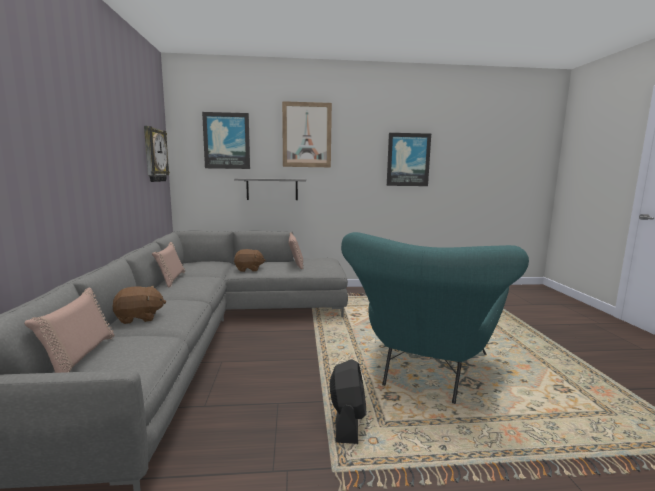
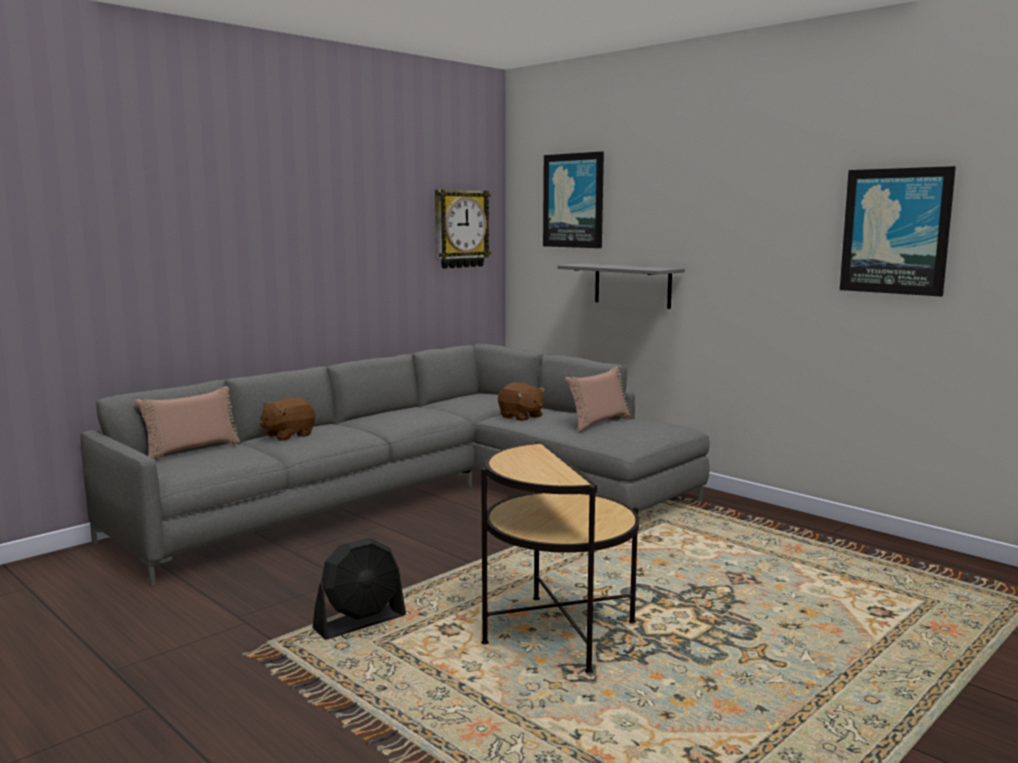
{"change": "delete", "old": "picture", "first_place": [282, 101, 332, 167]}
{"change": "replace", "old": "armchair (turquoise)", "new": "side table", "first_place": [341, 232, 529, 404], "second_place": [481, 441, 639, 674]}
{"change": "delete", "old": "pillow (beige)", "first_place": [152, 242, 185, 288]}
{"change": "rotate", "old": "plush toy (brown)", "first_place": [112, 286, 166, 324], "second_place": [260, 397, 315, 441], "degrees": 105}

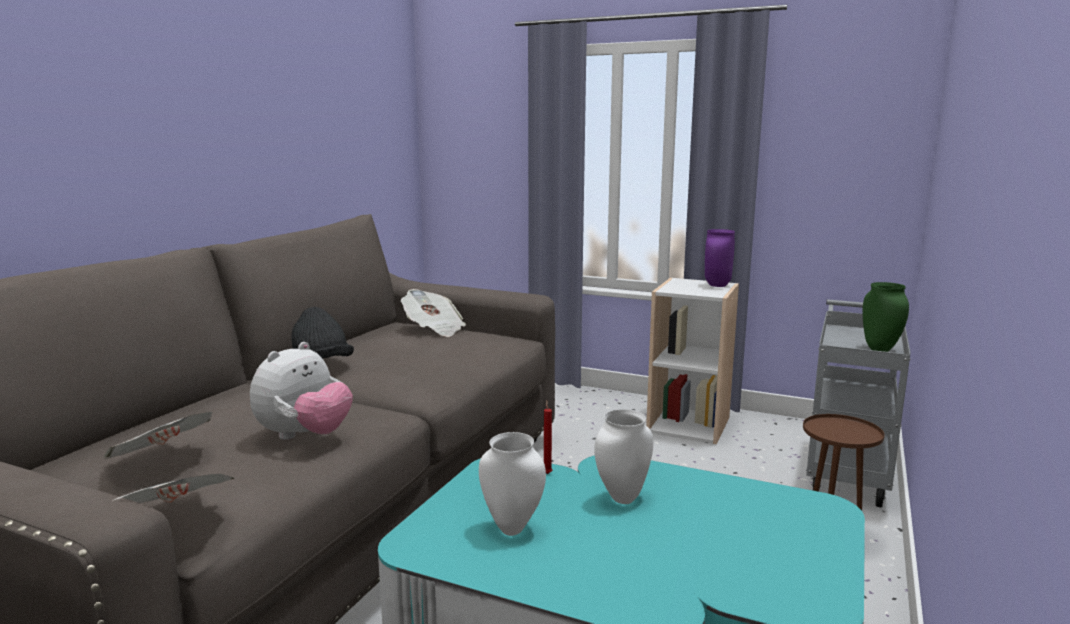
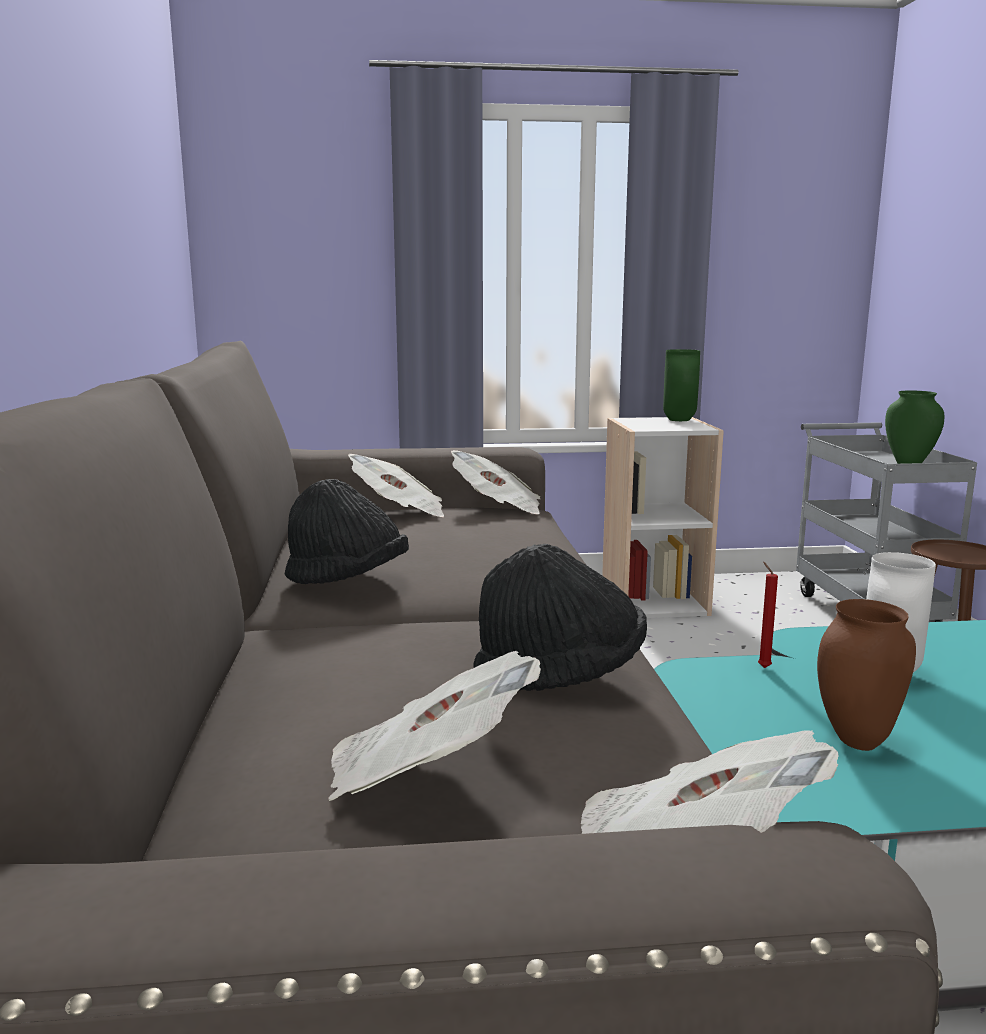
{"change": "recolor", "old": "vase (purple)", "new": "vase (green)", "first_place": [705, 229, 735, 287], "second_place": [663, 349, 700, 421]}
{"change": "replace", "old": "plush toy", "new": "hat (black)", "first_place": [250, 342, 353, 440], "second_place": [473, 544, 647, 691]}
{"change": "recolor", "old": "vase (white)", "new": "vase (brown)", "first_place": [479, 432, 546, 536], "second_place": [817, 599, 916, 751]}
{"change": "insert", "new": "newspaper", "second_place": [451, 450, 540, 515]}

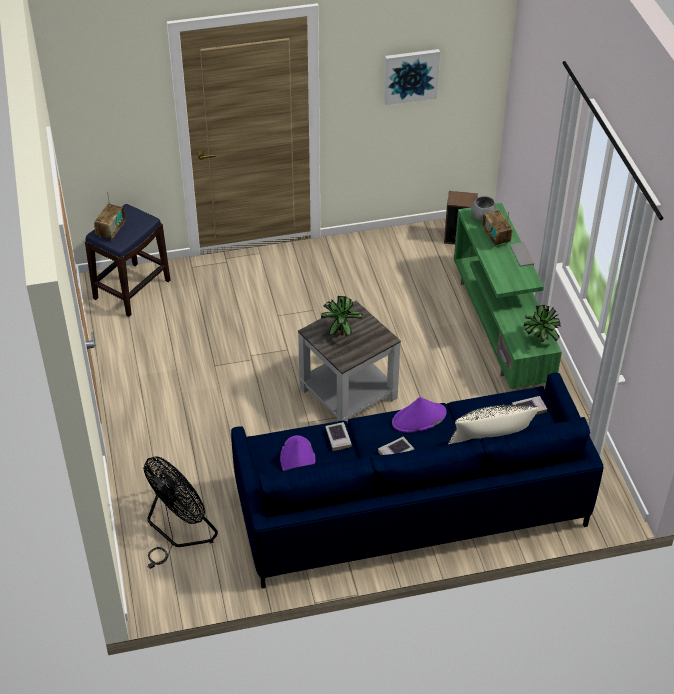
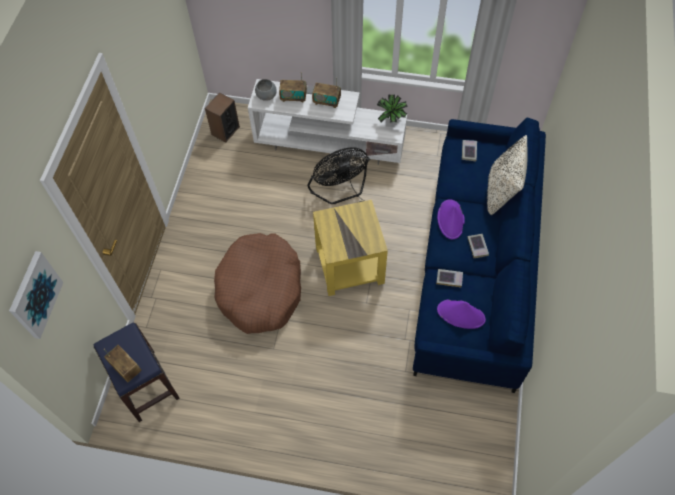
{"change": "move", "old": "picture", "first_place": [384, 49, 440, 105], "second_place": [9, 251, 64, 339]}
{"change": "recolor", "old": "tv stand (green)", "new": "tv stand (white)", "first_place": [454, 203, 562, 389], "second_place": [248, 79, 407, 165]}
{"change": "delete", "old": "potted plant", "first_place": [321, 296, 363, 337]}
{"change": "recolor", "old": "side table (grey)", "new": "side table (yellow)", "first_place": [298, 301, 401, 422], "second_place": [313, 200, 388, 296]}
{"change": "move", "old": "fan (black)", "first_place": [143, 456, 218, 569], "second_place": [307, 147, 370, 204]}
{"change": "insert", "new": "radio", "second_place": [312, 80, 341, 108]}
{"change": "insert", "new": "dog bed (brown)", "second_place": [214, 233, 301, 334]}

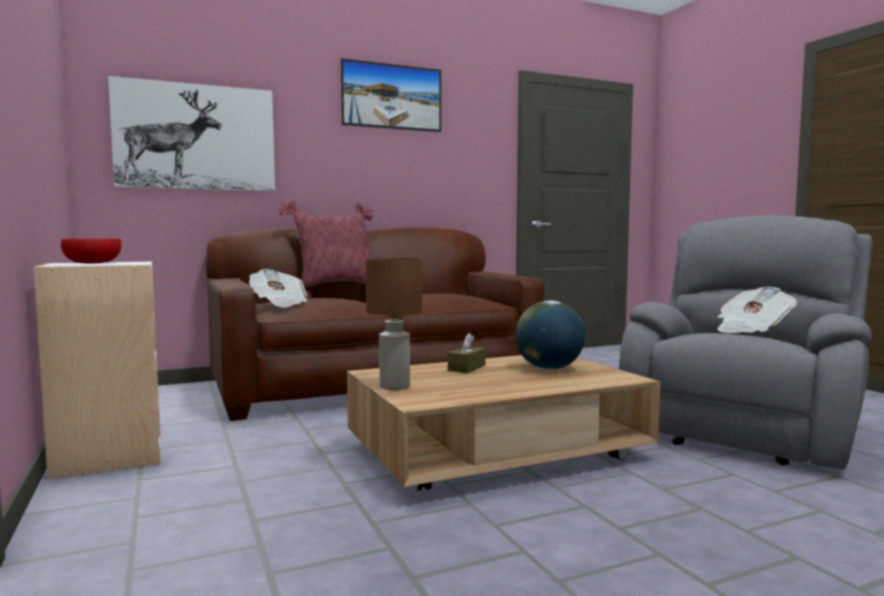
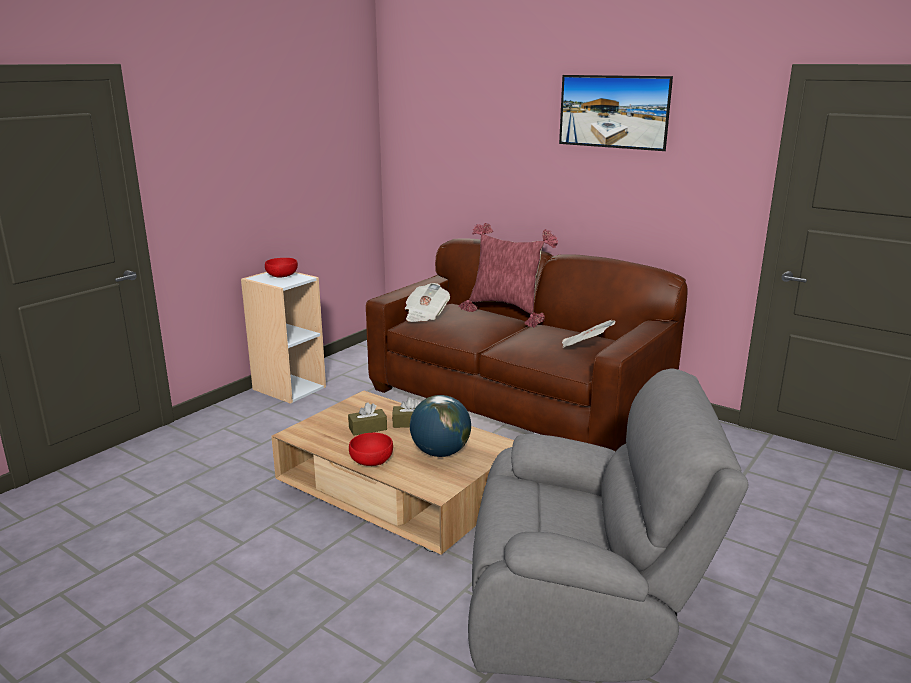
{"change": "delete", "old": "picture", "first_place": [108, 76, 275, 191]}
{"change": "delete", "old": "table lamp (brown)", "first_place": [366, 258, 422, 390]}
{"change": "move", "old": "newspaper", "first_place": [718, 287, 797, 333], "second_place": [562, 320, 616, 348]}
{"change": "insert", "new": "tissue box (brown)", "second_place": [348, 402, 387, 436]}
{"change": "insert", "new": "bowl (red)", "second_place": [349, 433, 393, 466]}

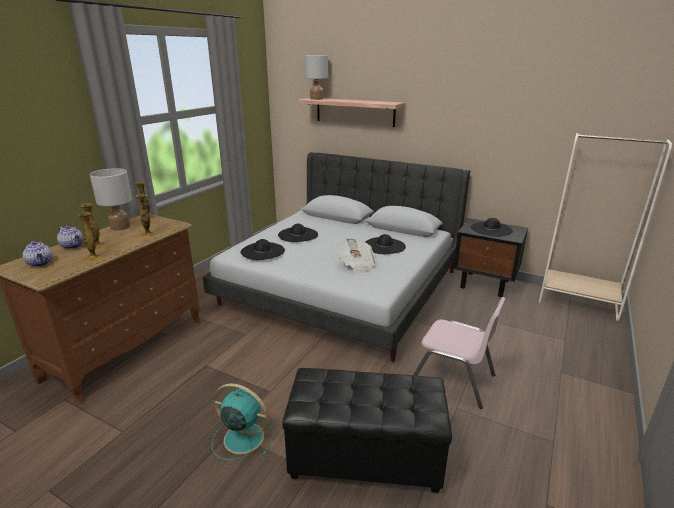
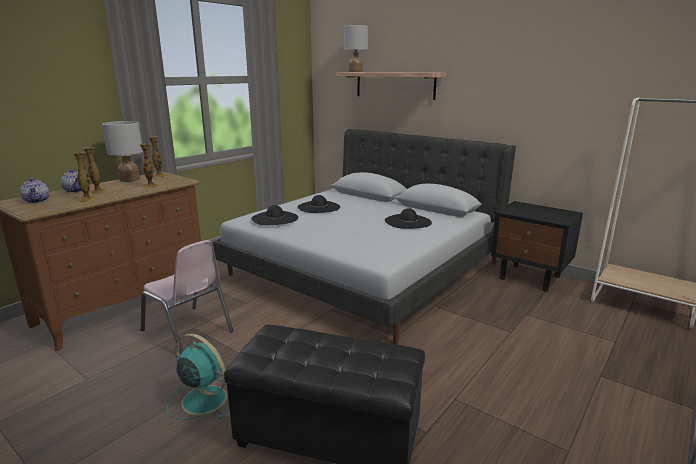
{"change": "delete", "old": "hat (black)", "first_place": [471, 218, 513, 237]}
{"change": "delete", "old": "newspaper", "first_place": [339, 238, 376, 274]}
{"change": "move", "old": "chair (pink)", "first_place": [413, 297, 506, 409], "second_place": [141, 240, 234, 355]}

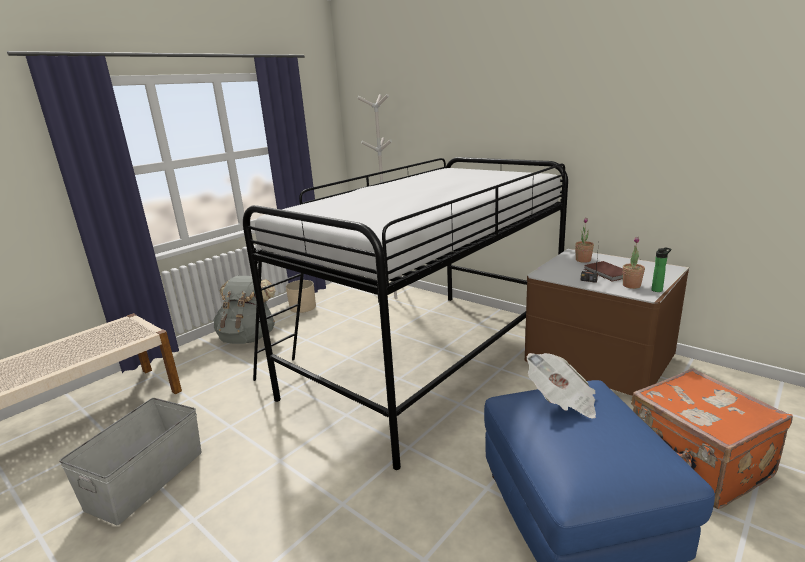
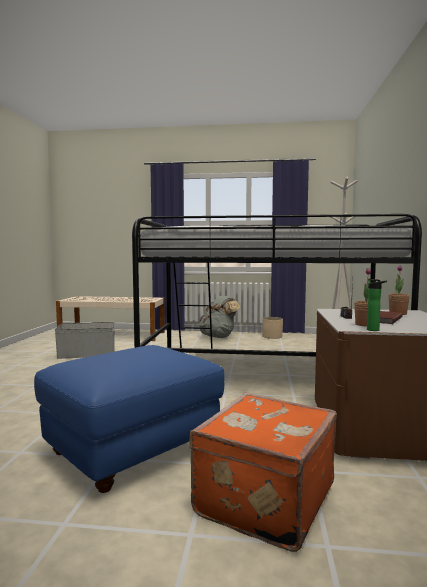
{"change": "delete", "old": "newspaper", "first_place": [527, 353, 596, 419]}

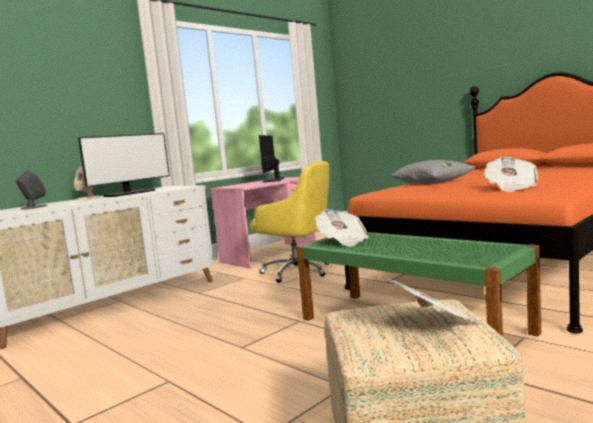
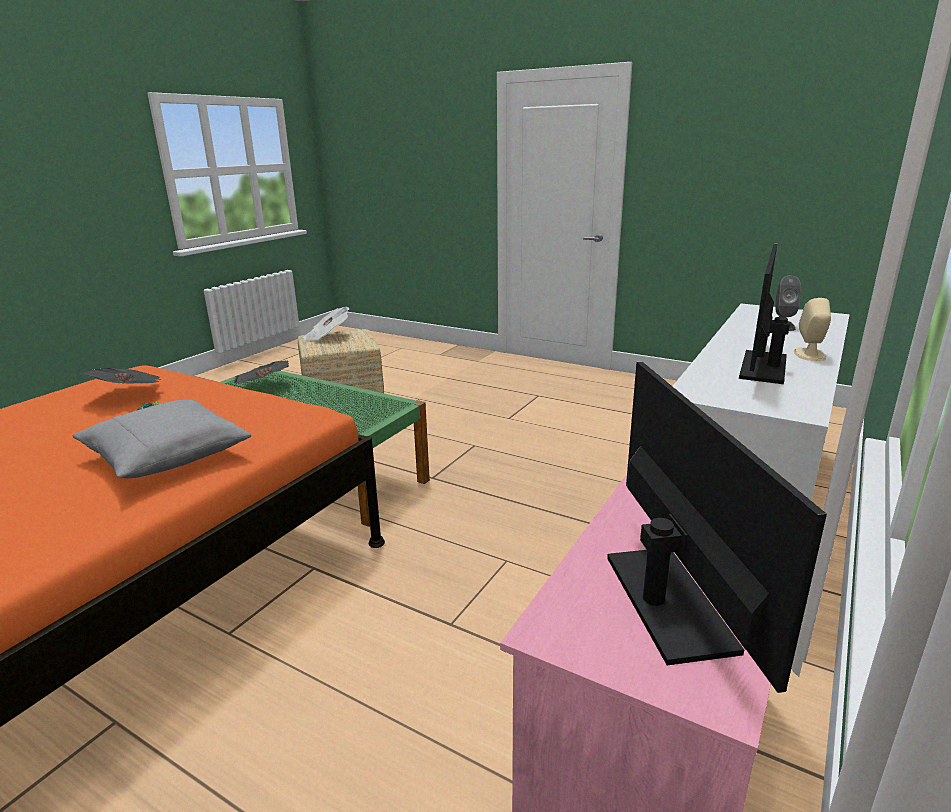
{"change": "delete", "old": "office chair (yellow)", "first_place": [250, 161, 330, 283]}
{"change": "move", "old": "newspaper", "first_place": [315, 209, 369, 247], "second_place": [234, 361, 289, 384]}

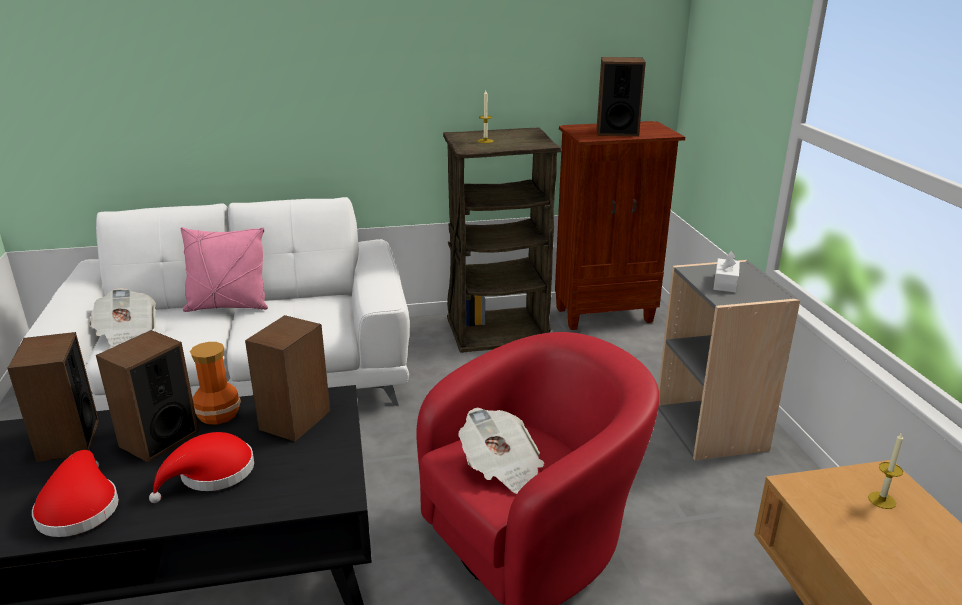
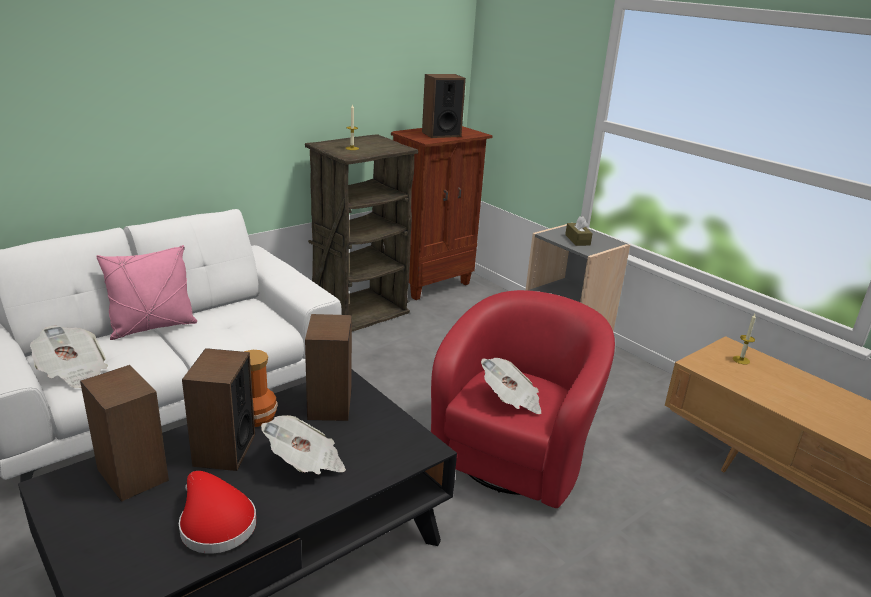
{"change": "recolor", "old": "tissue box (white)", "new": "tissue box (brown)", "first_place": [714, 251, 740, 293], "second_place": [565, 216, 593, 246]}
{"change": "replace", "old": "hat (red)", "new": "newspaper", "first_place": [149, 432, 254, 503], "second_place": [261, 415, 346, 475]}

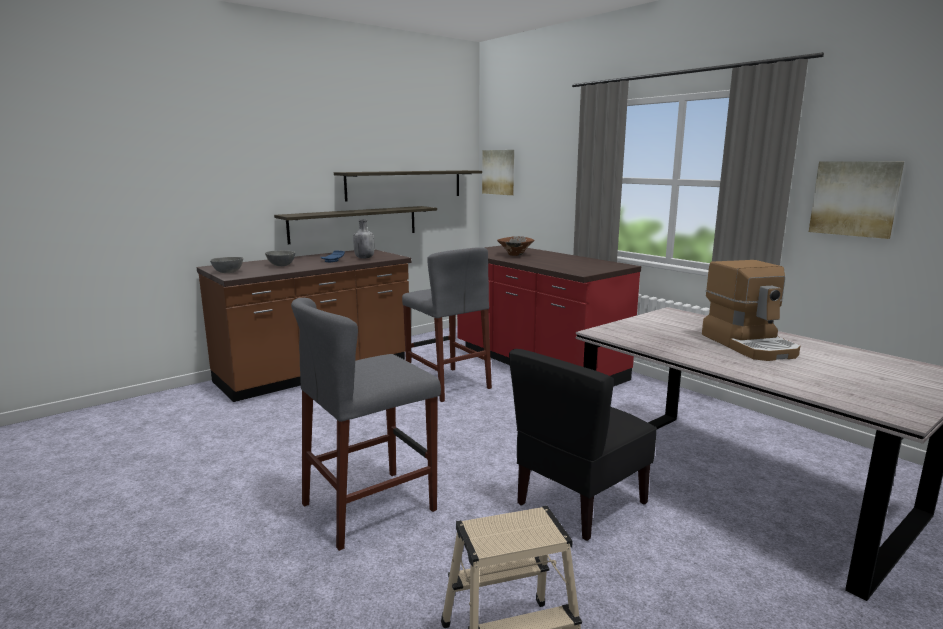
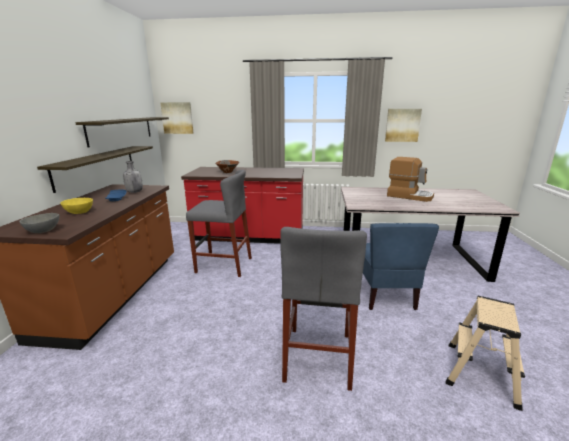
{"change": "recolor", "old": "bowl (grey)", "new": "bowl (yellow)", "first_place": [265, 250, 295, 266], "second_place": [60, 198, 93, 214]}
{"change": "recolor", "old": "chair (black)", "new": "chair (blue)", "first_place": [509, 349, 657, 541], "second_place": [363, 223, 439, 310]}

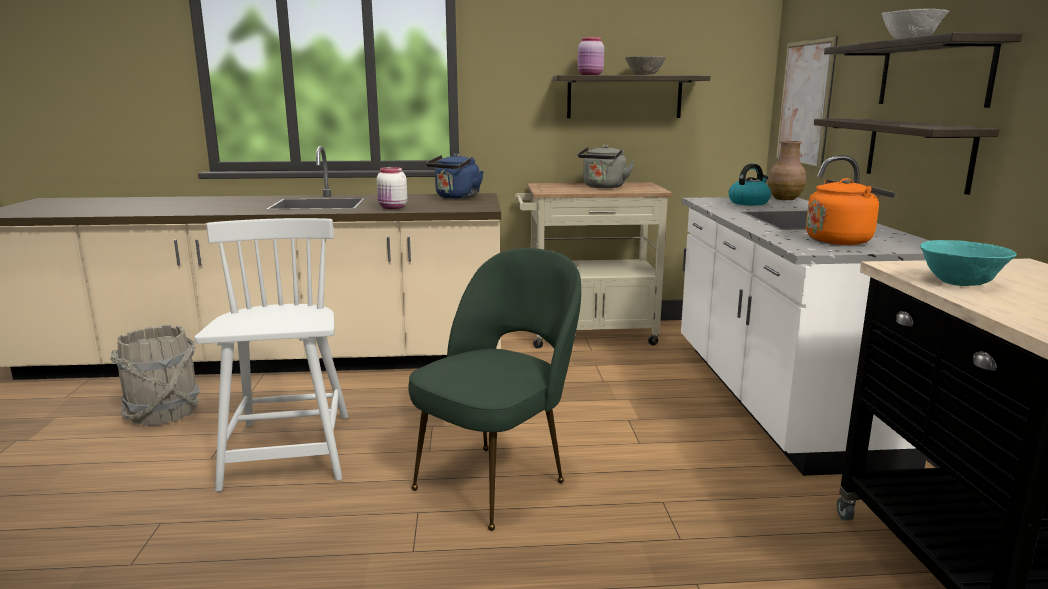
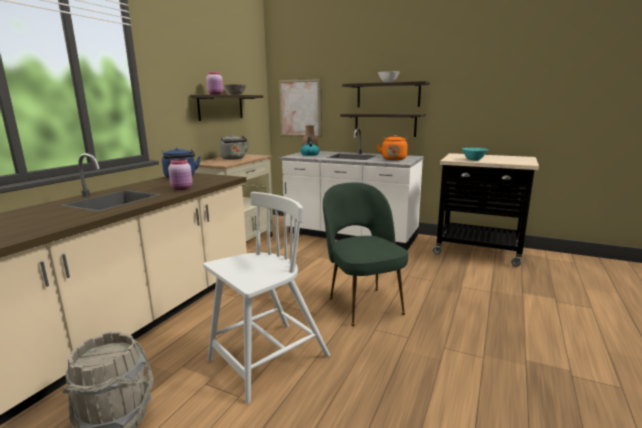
{"change": "recolor", "old": "jar (white)", "new": "jar (pink)", "first_place": [377, 167, 408, 209], "second_place": [168, 159, 192, 190]}
{"change": "rotate", "old": "chair (white)", "first_place": [194, 218, 348, 492], "second_place": [203, 192, 330, 404], "degrees": 120}

